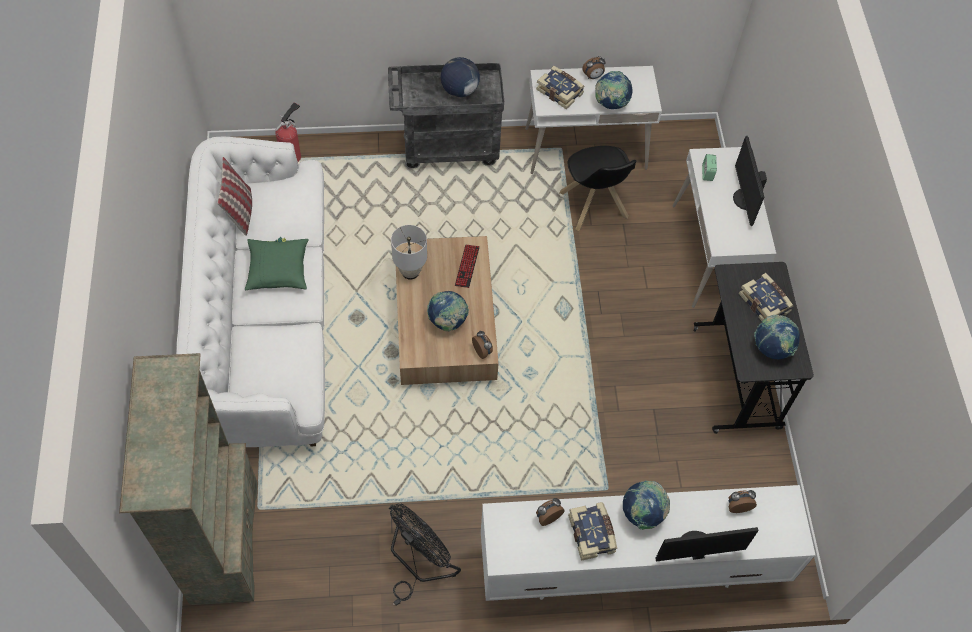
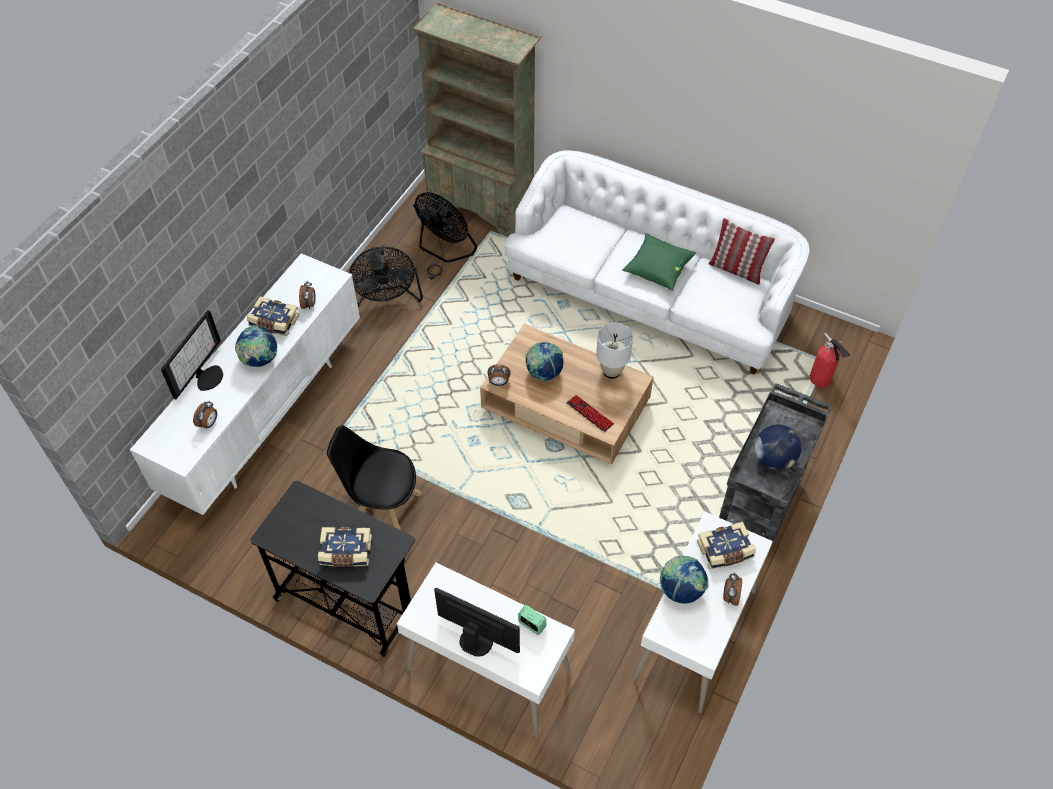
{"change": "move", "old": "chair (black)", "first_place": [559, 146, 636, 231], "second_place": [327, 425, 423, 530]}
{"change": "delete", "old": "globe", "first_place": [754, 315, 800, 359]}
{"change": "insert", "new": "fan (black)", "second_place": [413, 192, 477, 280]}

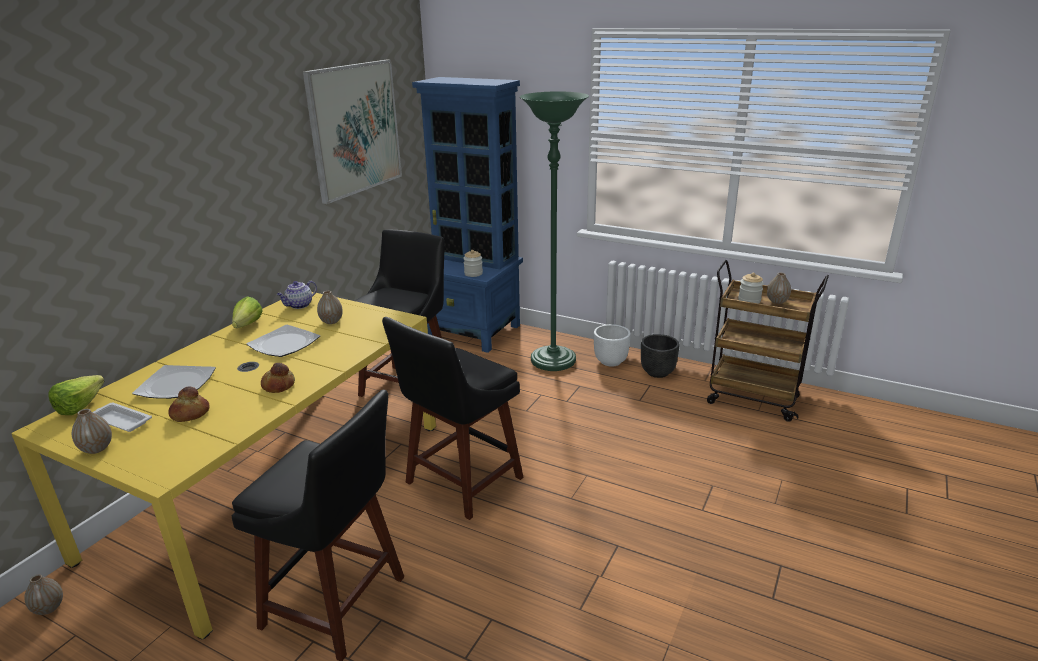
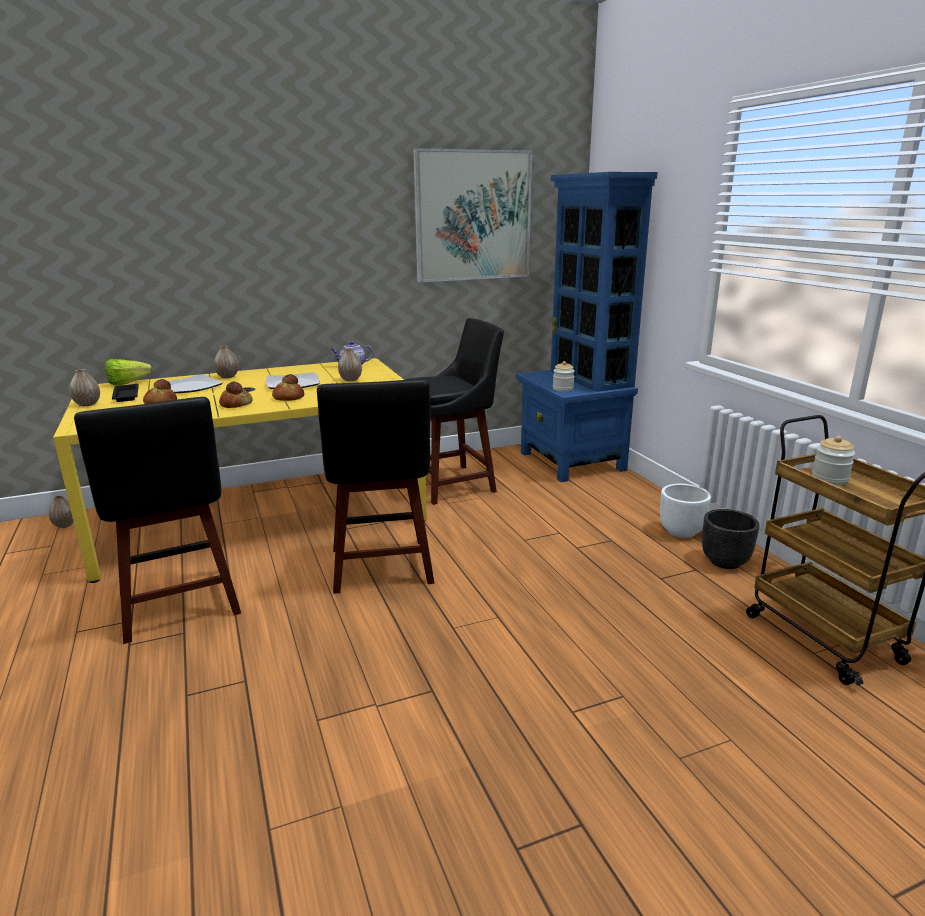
{"change": "delete", "old": "floor lamp (green)", "first_place": [520, 91, 589, 371]}
{"change": "move", "old": "vase", "first_place": [767, 273, 791, 304], "second_place": [214, 346, 239, 378]}
{"change": "delete", "old": "lettuce", "first_place": [232, 296, 263, 328]}
{"change": "rotate", "old": "chair (black)", "first_place": [382, 317, 524, 520], "second_place": [317, 379, 435, 594], "degrees": -90}
{"change": "recolor", "old": "tray (white)", "new": "tray (black)", "first_place": [93, 403, 152, 432], "second_place": [112, 384, 139, 402]}
{"change": "insert", "new": "bread", "second_place": [272, 374, 304, 401]}

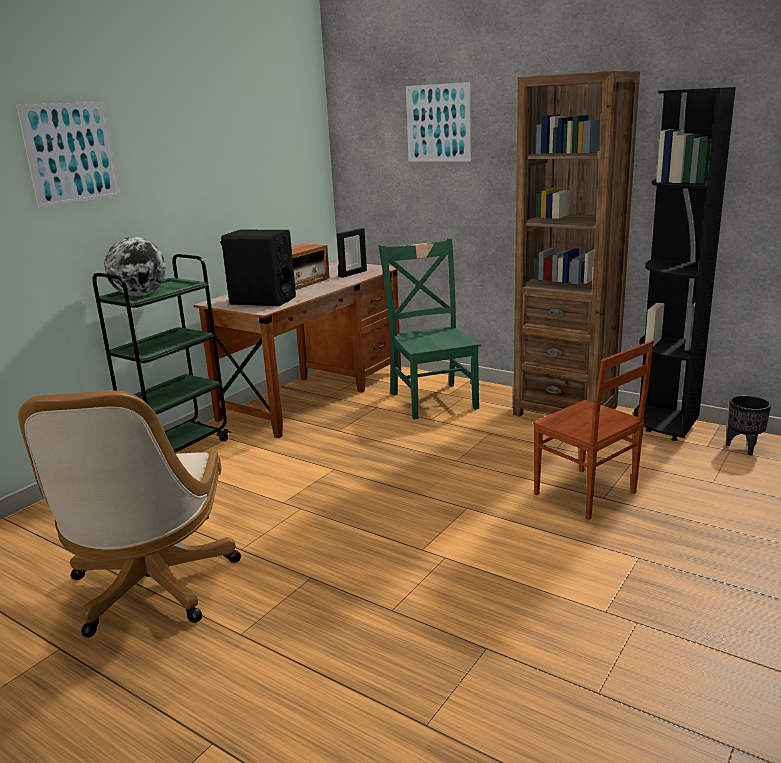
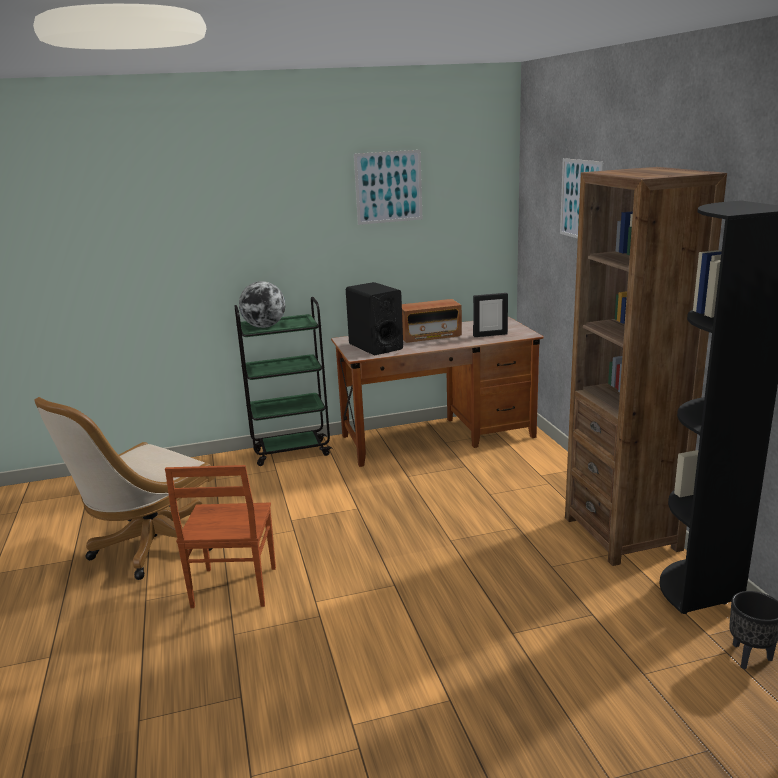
{"change": "move", "old": "picture", "first_place": [16, 102, 121, 208], "second_place": [354, 150, 422, 225]}
{"change": "delete", "old": "chair (green)", "first_place": [378, 238, 481, 420]}
{"change": "move", "old": "chair (brown)", "first_place": [533, 340, 654, 520], "second_place": [165, 465, 276, 608]}

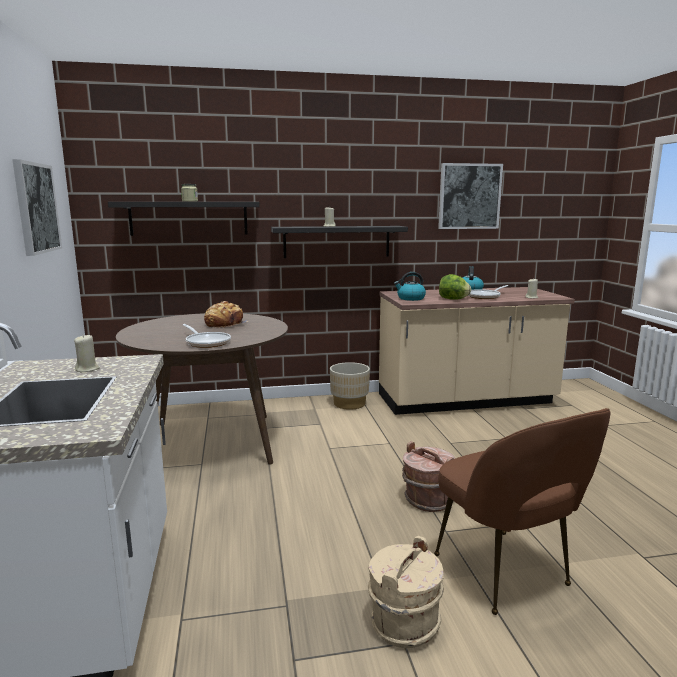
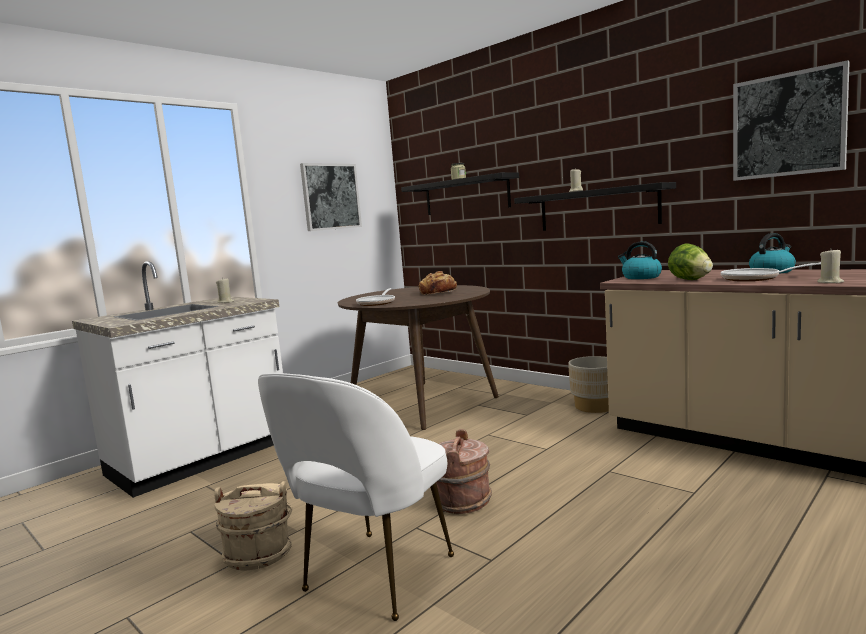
{"change": "recolor", "old": "chair (brown)", "new": "chair (white)", "first_place": [434, 408, 610, 615], "second_place": [258, 373, 454, 621]}

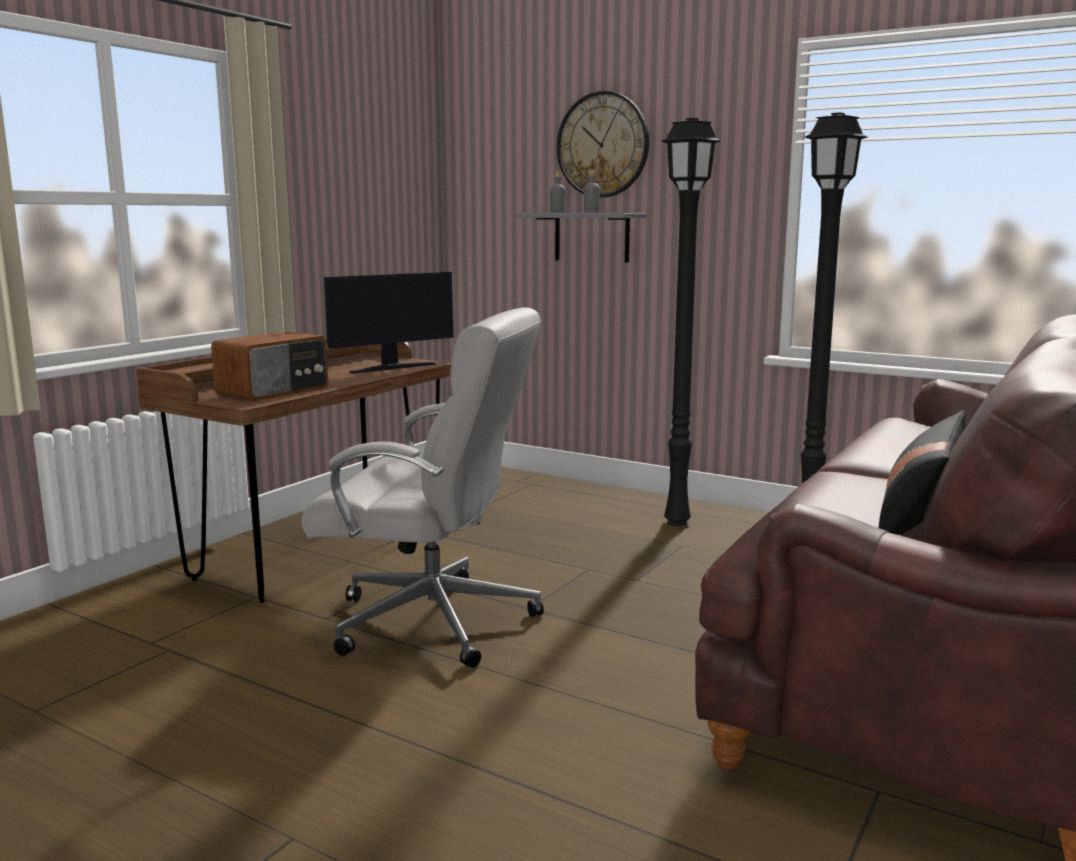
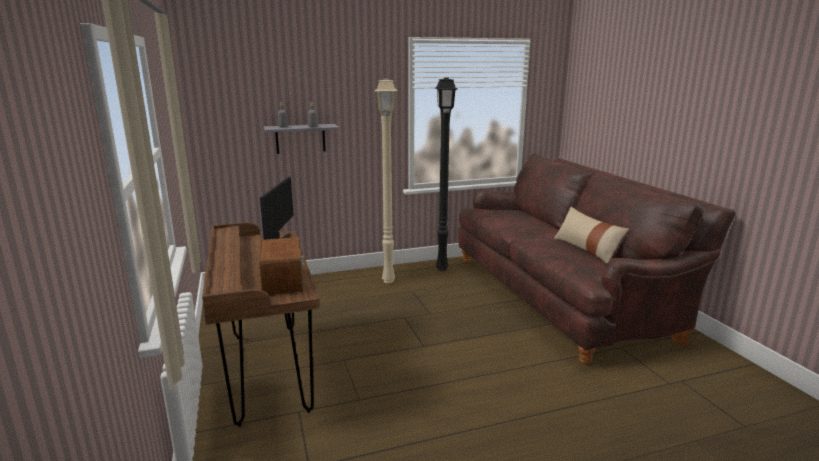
{"change": "delete", "old": "wall clock", "first_place": [557, 91, 649, 198]}
{"change": "recolor", "old": "floor lamp (black)", "new": "floor lamp (beige)", "first_place": [661, 118, 721, 526], "second_place": [375, 79, 397, 283]}
{"change": "delete", "old": "office chair (grey)", "first_place": [301, 307, 544, 668]}
{"change": "recolor", "old": "pillow (black)", "new": "pillow (beige)", "first_place": [879, 410, 966, 535], "second_place": [554, 207, 629, 264]}

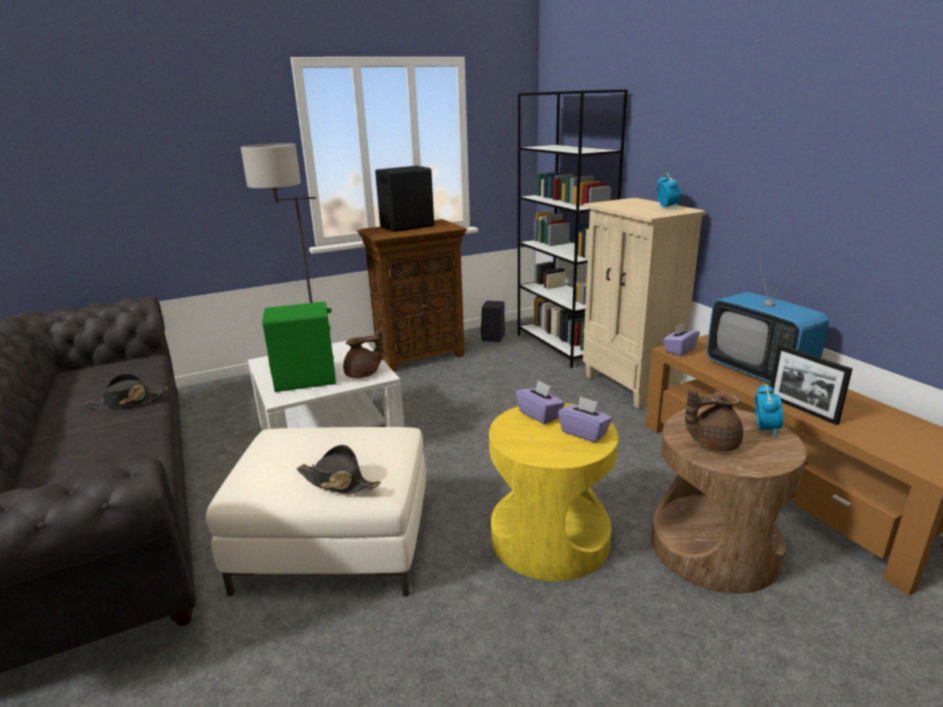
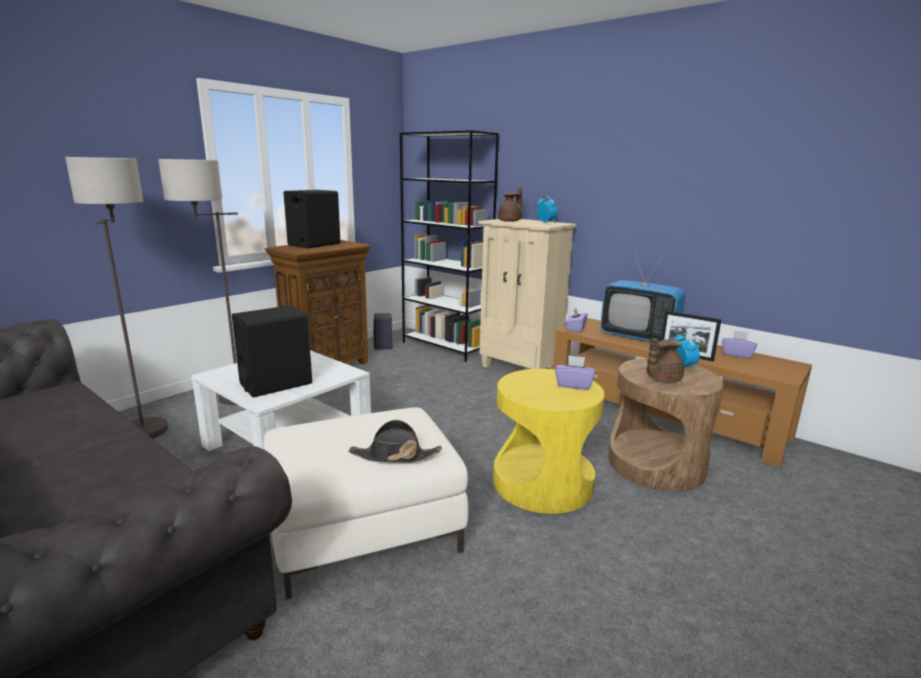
{"change": "recolor", "old": "speaker (green)", "new": "speaker (black)", "first_place": [262, 301, 336, 392], "second_place": [232, 305, 312, 398]}
{"change": "move", "old": "teapot (brown)", "first_place": [343, 327, 384, 378], "second_place": [498, 187, 522, 222]}
{"change": "delete", "old": "hat (black)", "first_place": [84, 373, 168, 409]}
{"change": "move", "old": "tissue box (purple)", "first_place": [516, 380, 565, 424], "second_place": [722, 330, 757, 359]}
{"change": "insert", "new": "floor lamp (grey)", "second_place": [65, 157, 168, 439]}

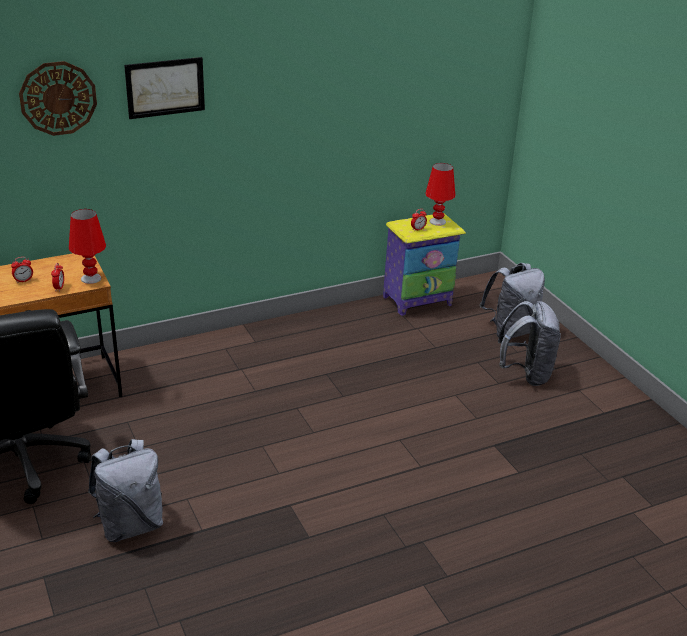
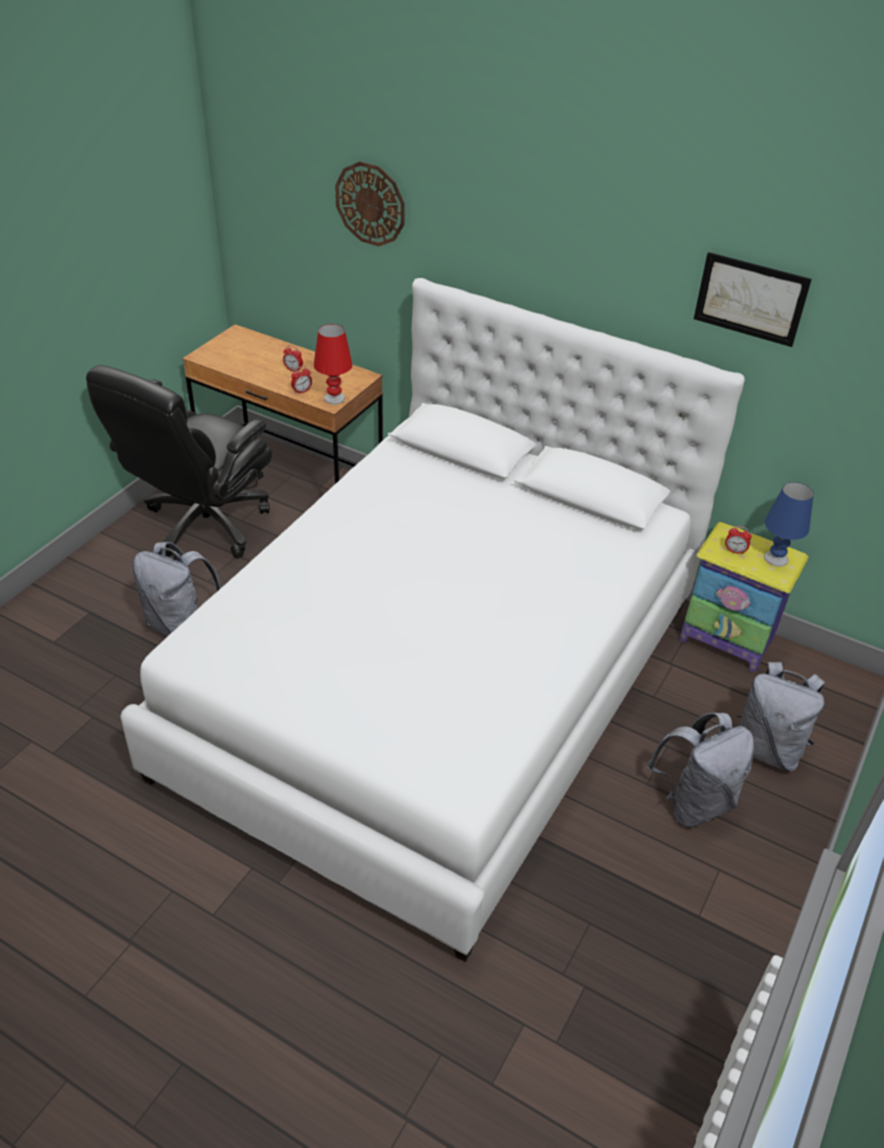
{"change": "move", "old": "picture", "first_place": [124, 57, 205, 119], "second_place": [694, 252, 812, 347]}
{"change": "recolor", "old": "table lamp (red)", "new": "table lamp (blue)", "first_place": [425, 163, 455, 226], "second_place": [764, 482, 814, 567]}
{"change": "insert", "new": "bed (white)", "second_place": [120, 278, 745, 962]}

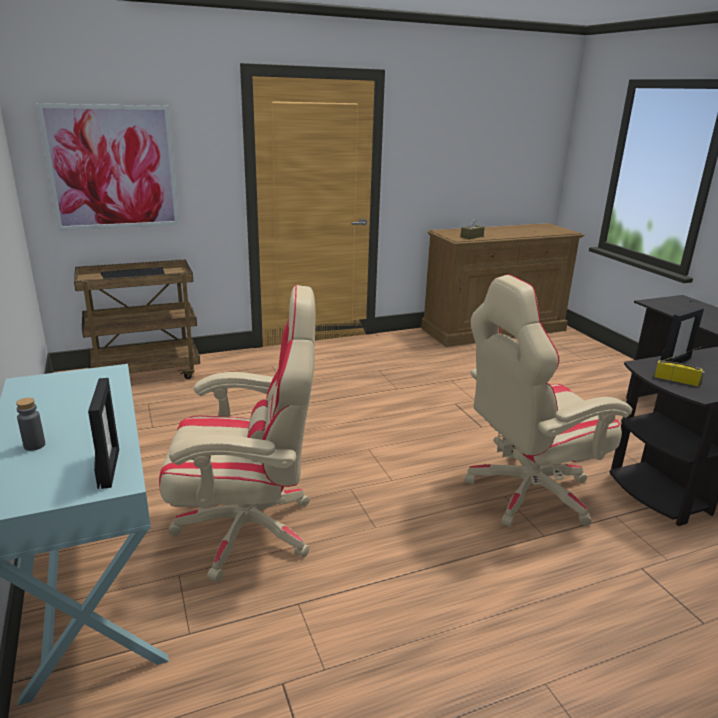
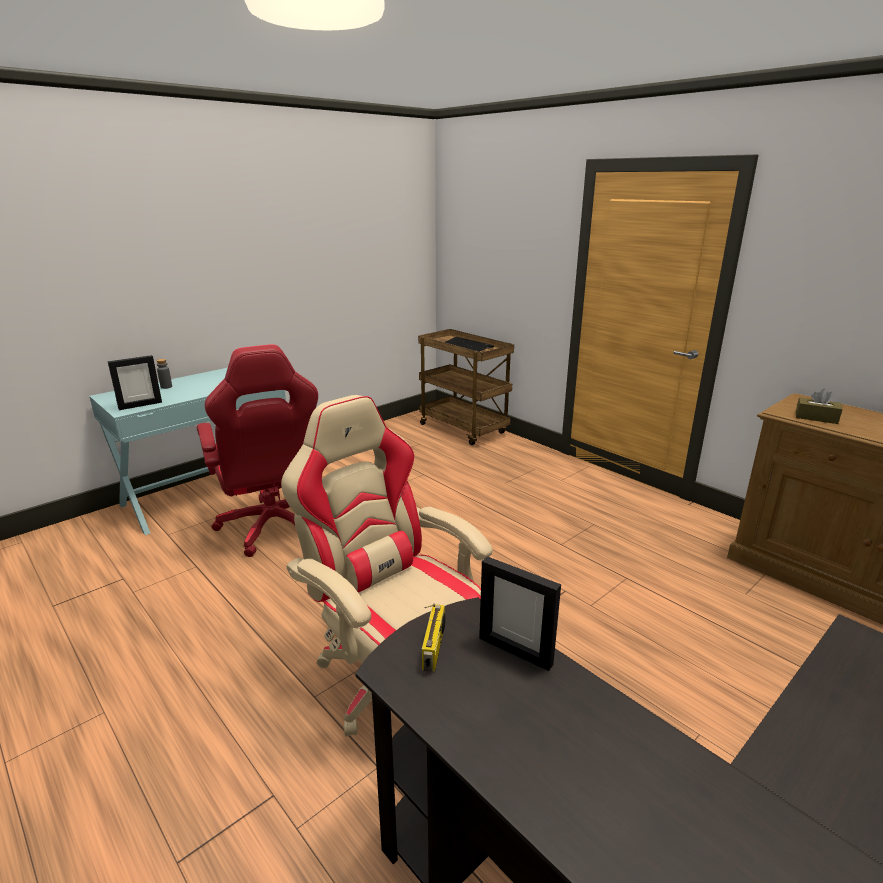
{"change": "delete", "old": "picture", "first_place": [36, 103, 179, 231]}
{"change": "recolor", "old": "office chair (beige)", "new": "office chair (red)", "first_place": [159, 285, 316, 583], "second_place": [197, 344, 318, 557]}

